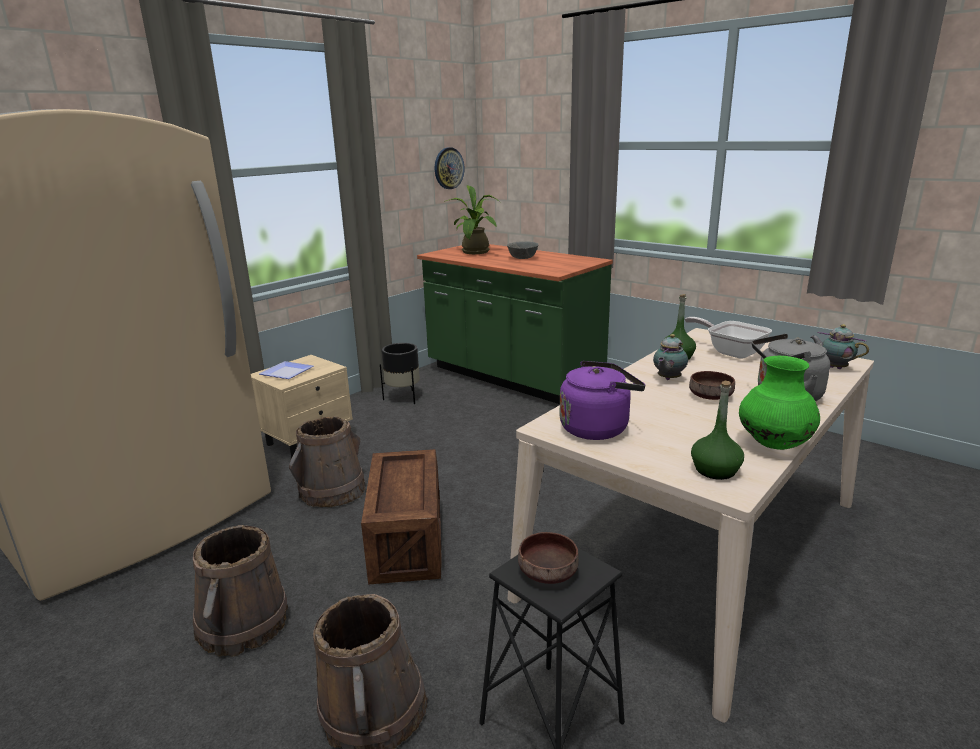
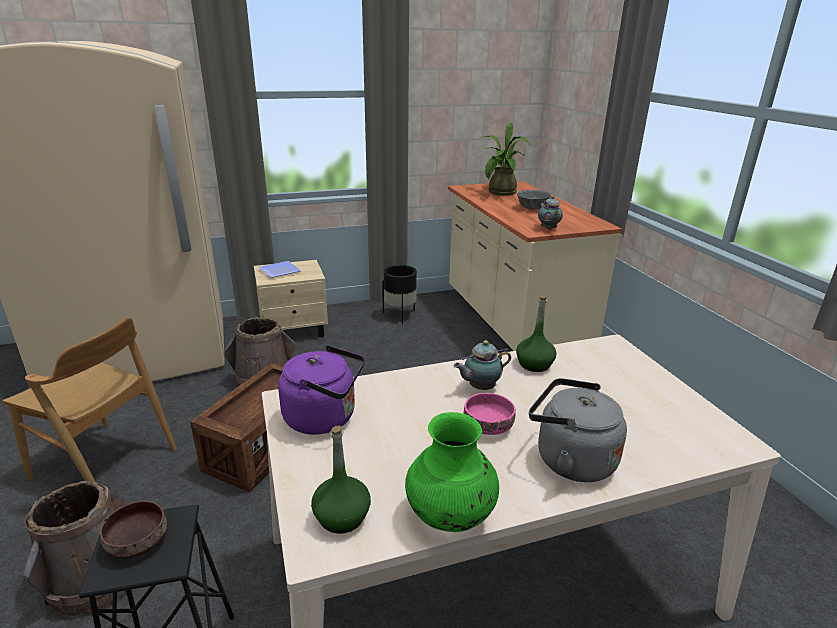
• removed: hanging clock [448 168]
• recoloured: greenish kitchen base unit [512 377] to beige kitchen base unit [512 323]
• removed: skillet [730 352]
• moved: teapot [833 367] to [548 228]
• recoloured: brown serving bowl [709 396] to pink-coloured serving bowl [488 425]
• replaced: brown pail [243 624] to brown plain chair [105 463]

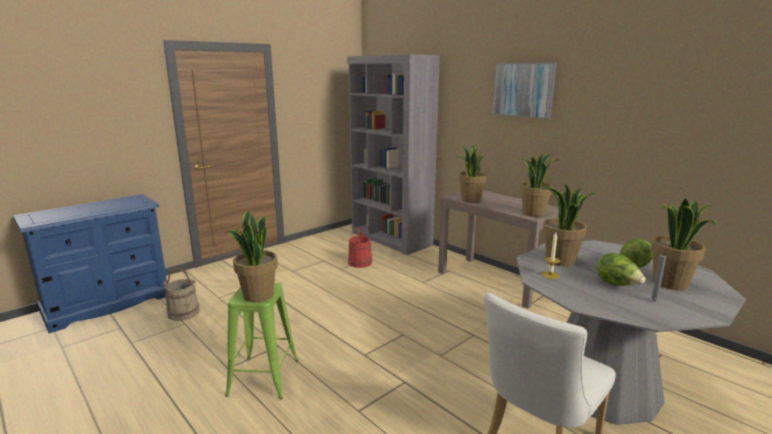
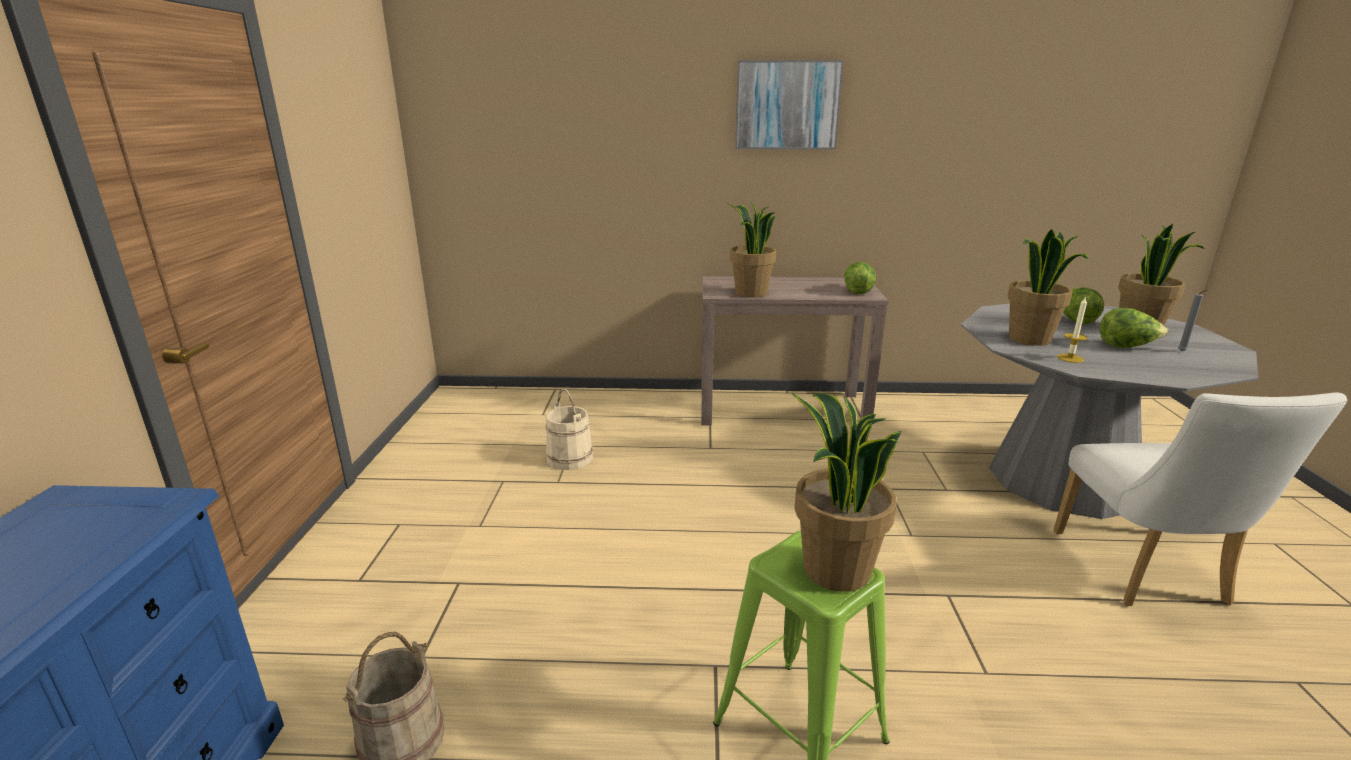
• removed: greyish bookcase [391 239]
• replaced: houseplant [533 213] to lettuce head [858 291]
• recoloured: red-coloured pail [360 262] to beige pail [570 458]

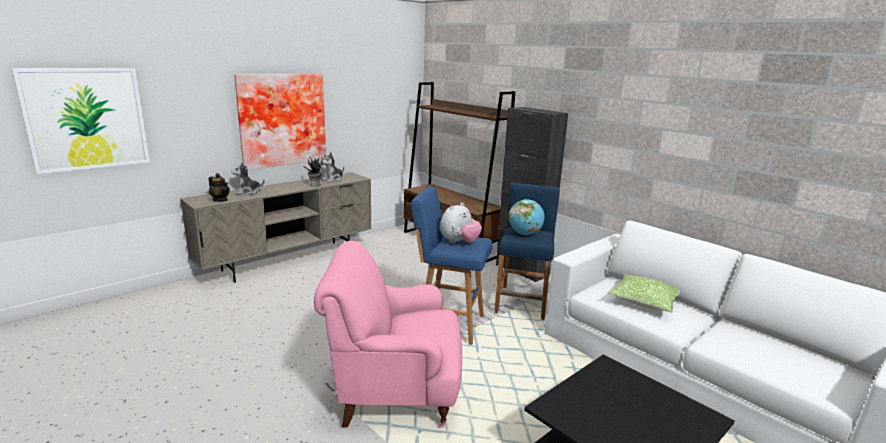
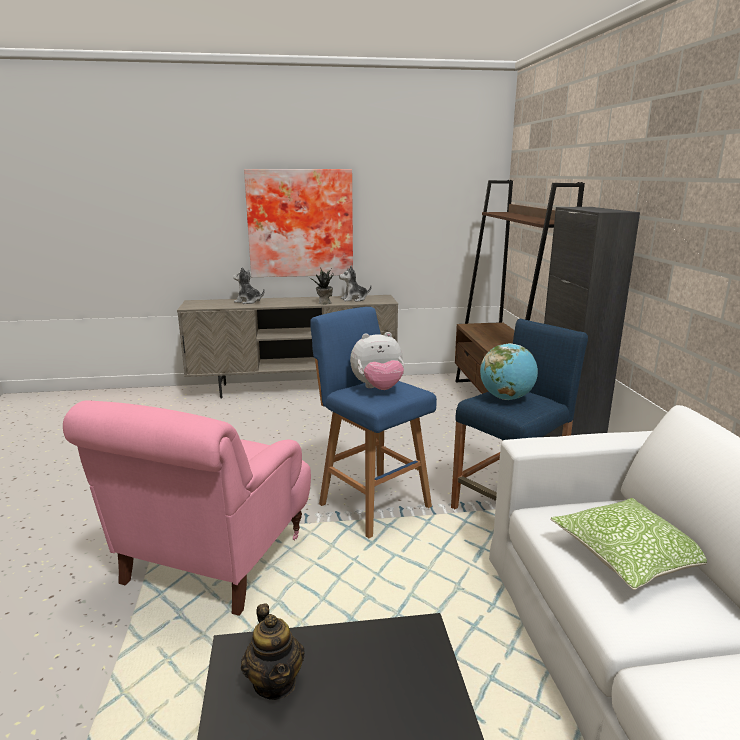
• removed: wall picture [86 119]
• moved: teapot [220 200] to [275 682]
• turned: pink-coloured armchair [394 393] = [212 561] 105 degrees counterclockwise

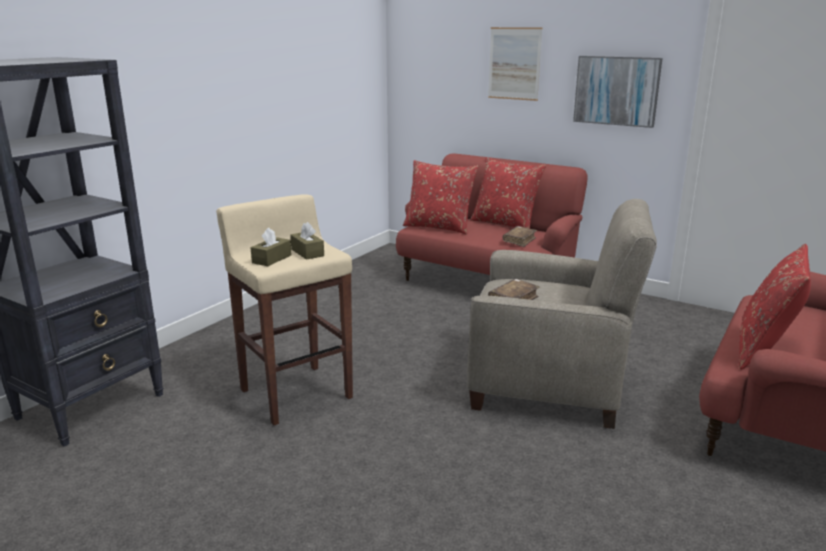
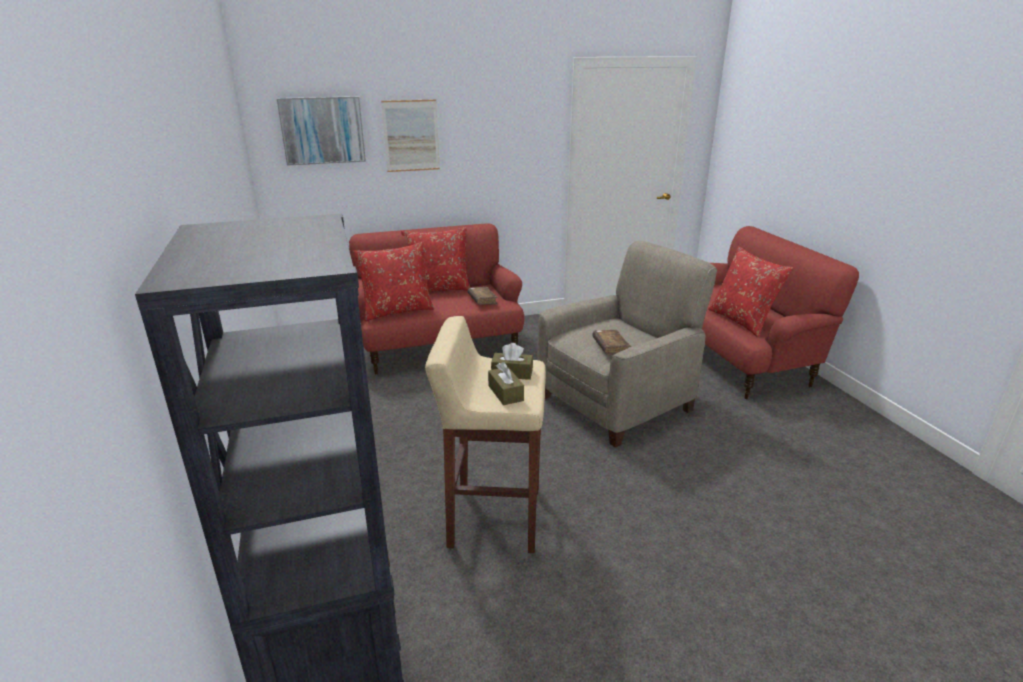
• moved: wall picture [616 90] to [322 130]

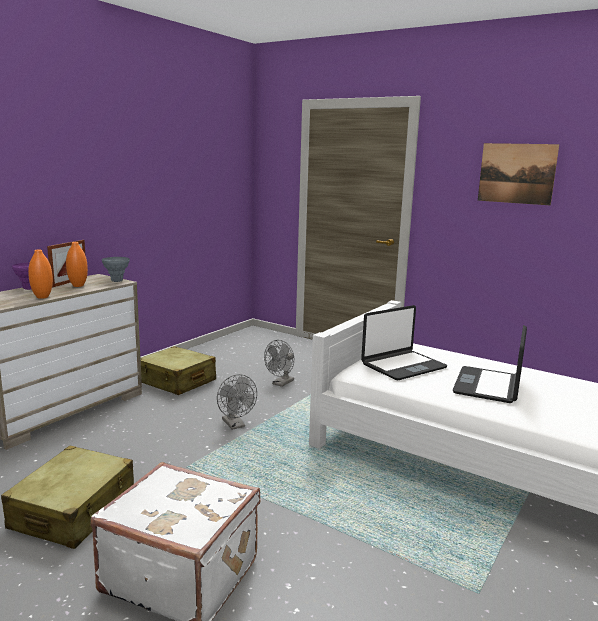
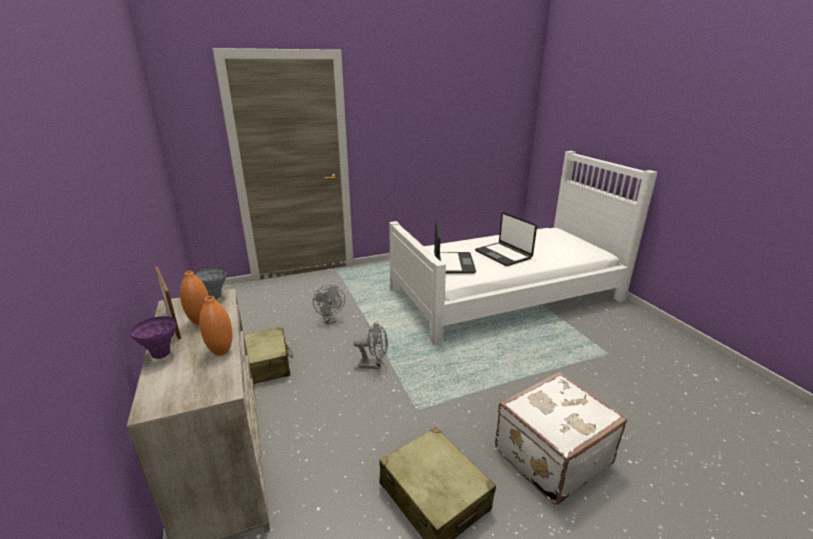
• removed: wall picture [516 173]

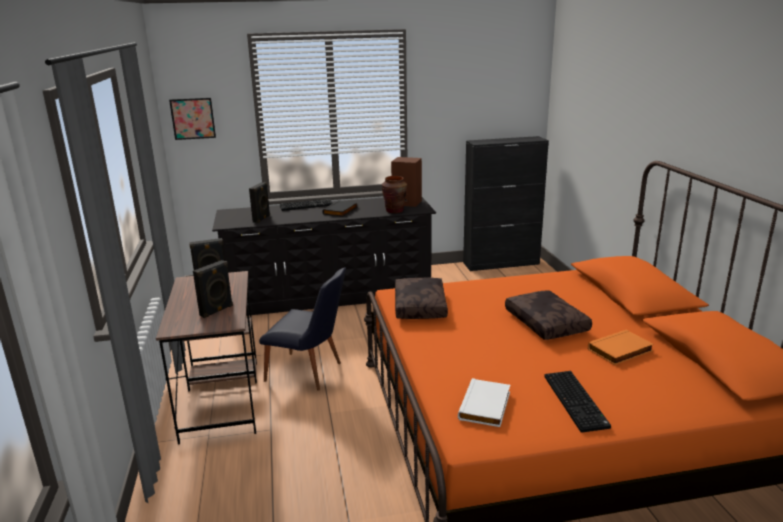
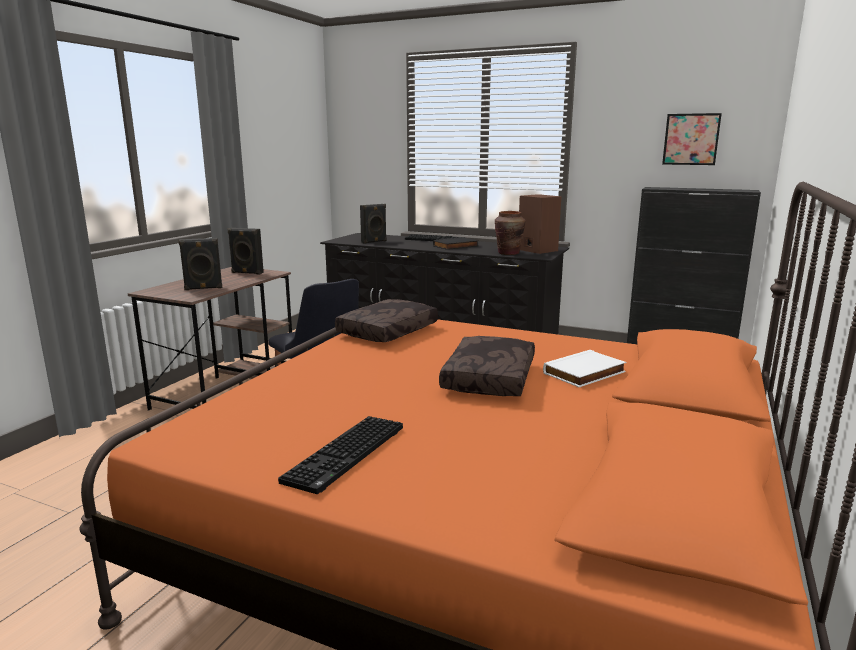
• moved: wall picture [193 118] to [691 139]
• removed: orangey volume [620 351]
• moved: white-coloured volume [486 406] to [585 373]

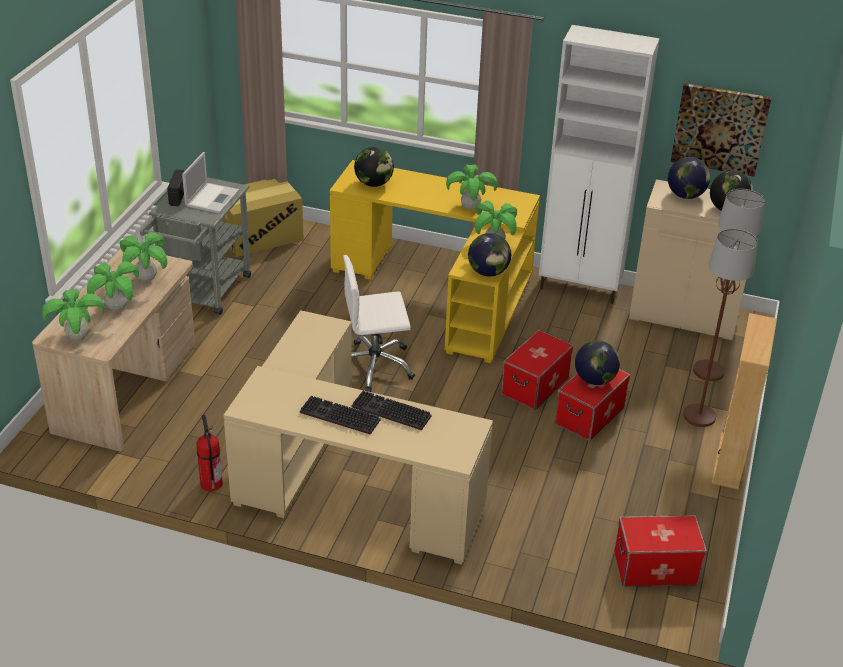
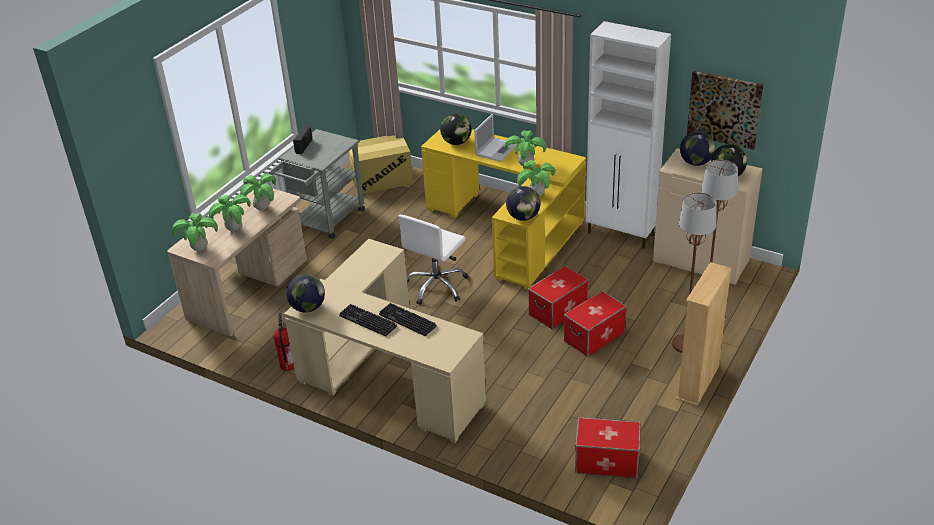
• moved: notebook computer [212 198] to [496 149]
• turned: white-coloured office chair [374 366] = [436 286] 60 degrees counterclockwise
• moved: desk globe [595 379] to [308 308]

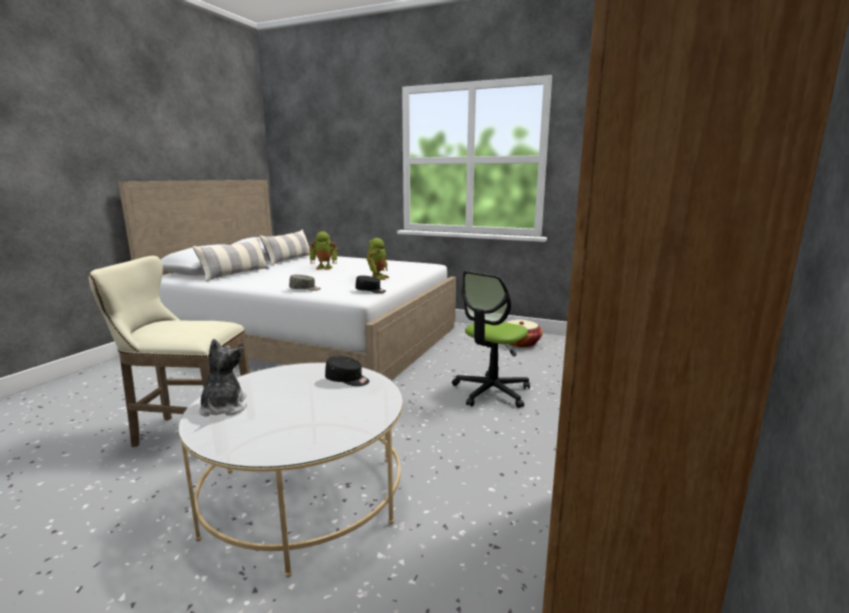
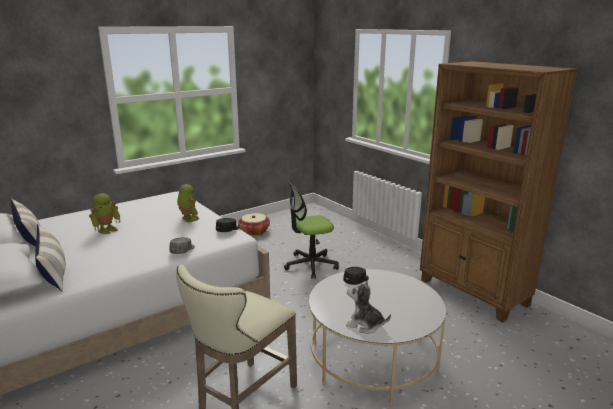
• turned: office chair [491 392] = [310 265] 90 degrees clockwise

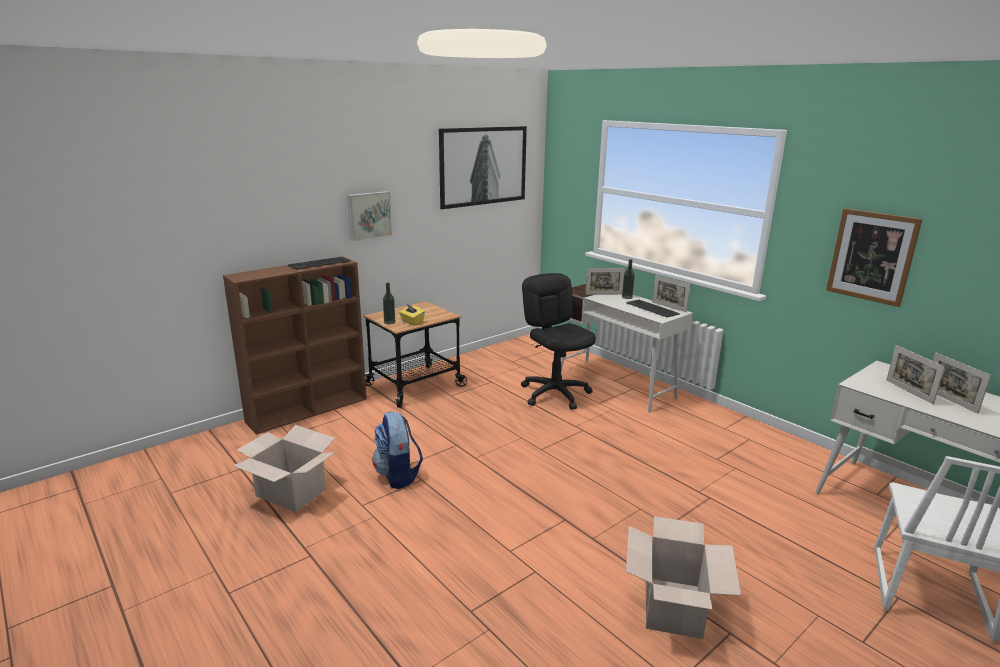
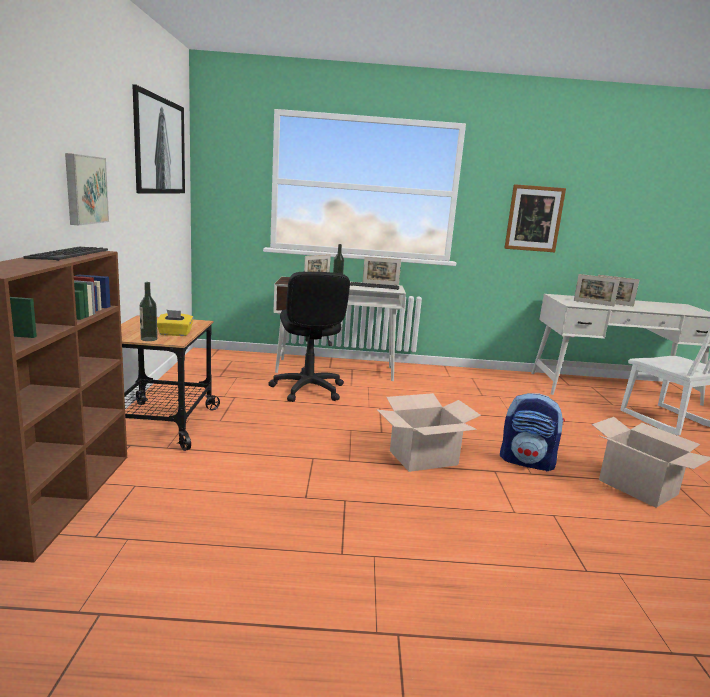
• turned: black-coloured office chair [555 394] = [307 389] 120 degrees counterclockwise
• moved: backpack [398 475] to [527 462]
• moved: carton [291 492] to [423 457]

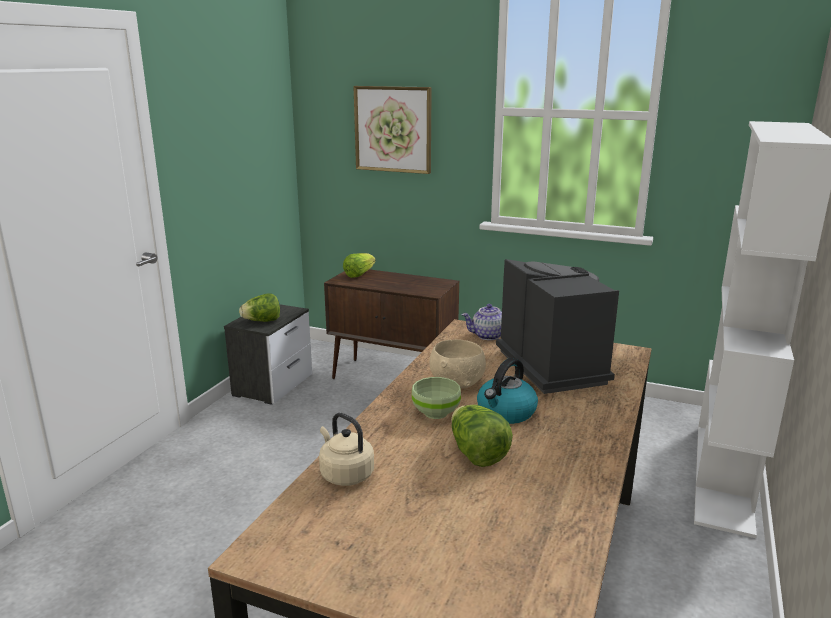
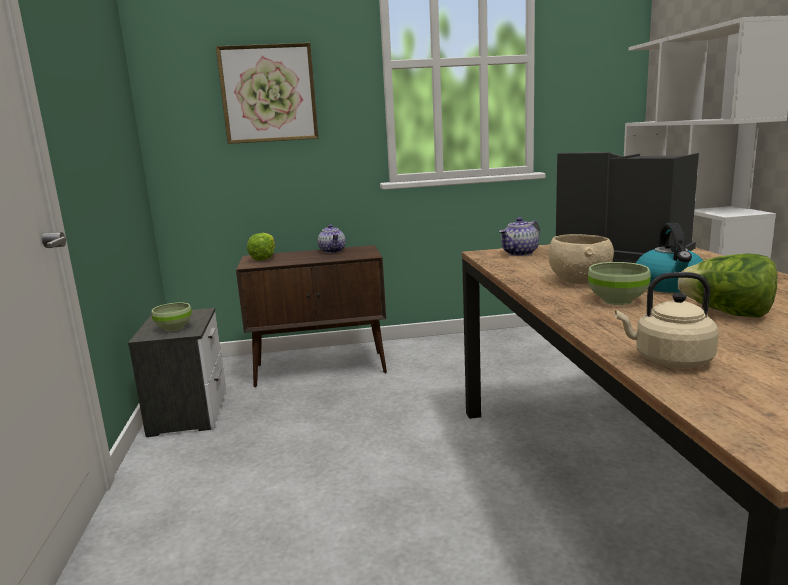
• replaced: lettuce head [262 321] to greenish serving bowl [175 328]
• added: teapot [333 251]

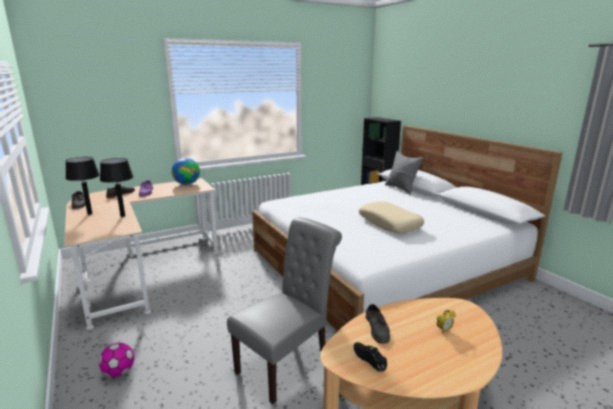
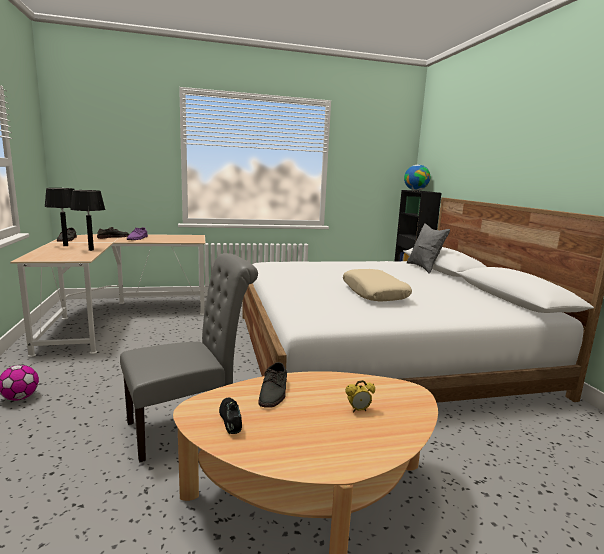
• moved: desk globe [187 184] to [415 190]

